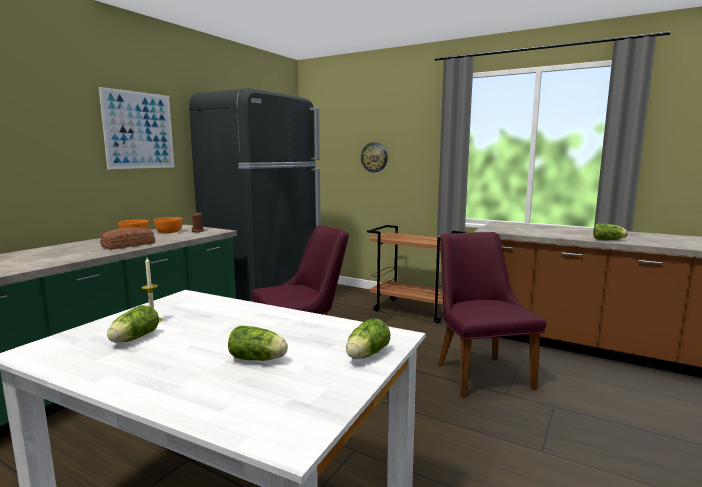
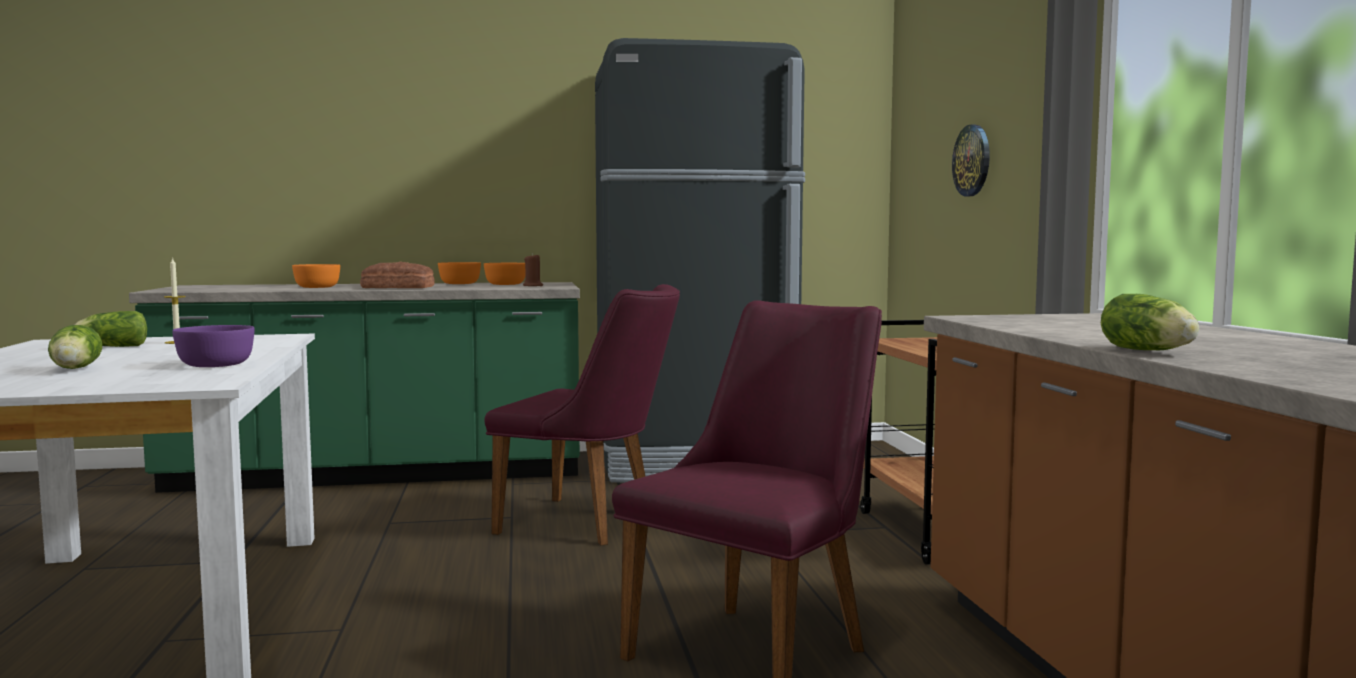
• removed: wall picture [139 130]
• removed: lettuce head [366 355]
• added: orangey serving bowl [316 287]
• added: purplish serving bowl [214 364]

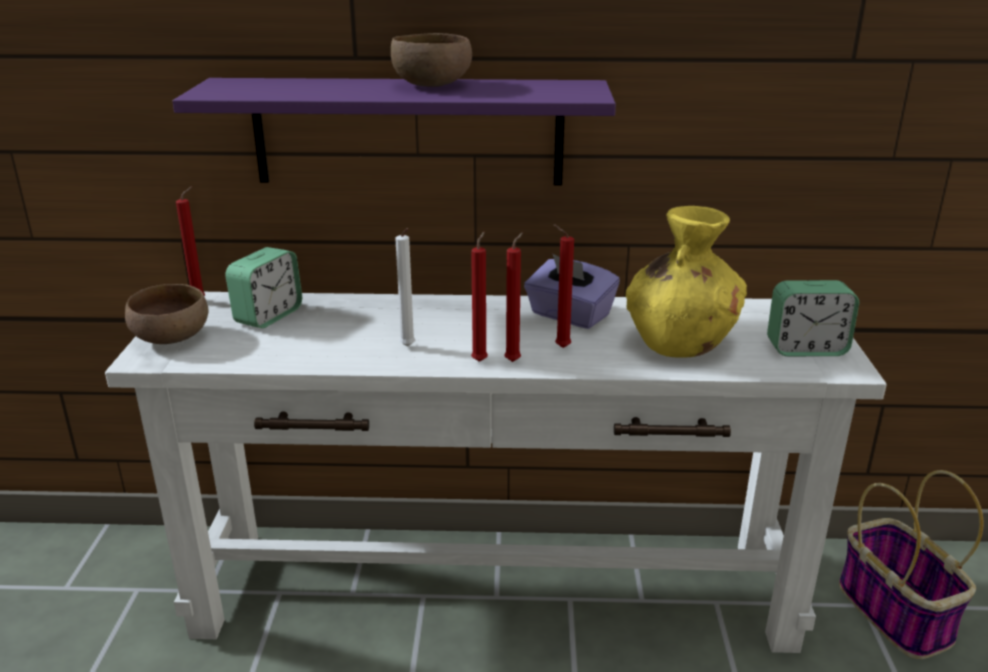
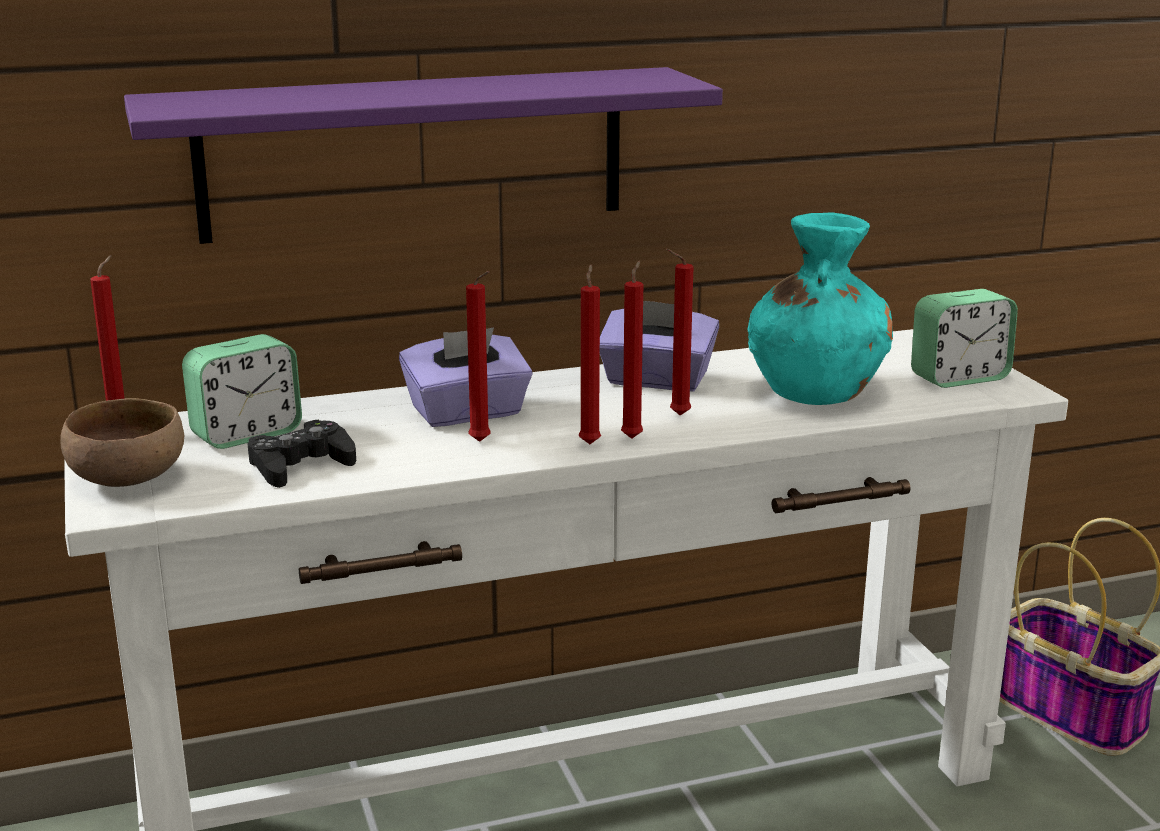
• removed: brown serving bowl [433 85]
• recoloured: yellowish flower vase [681 343] to blue-green flower vase [816 391]
• recoloured: white-coloured wax light [408 347] to red-coloured wax light [482 442]
• turned: table clock [268 316] = [246 434] 45 degrees clockwise
• added: purplish tissue box [467 413]
• added: black-coloured gamepad [300 465]

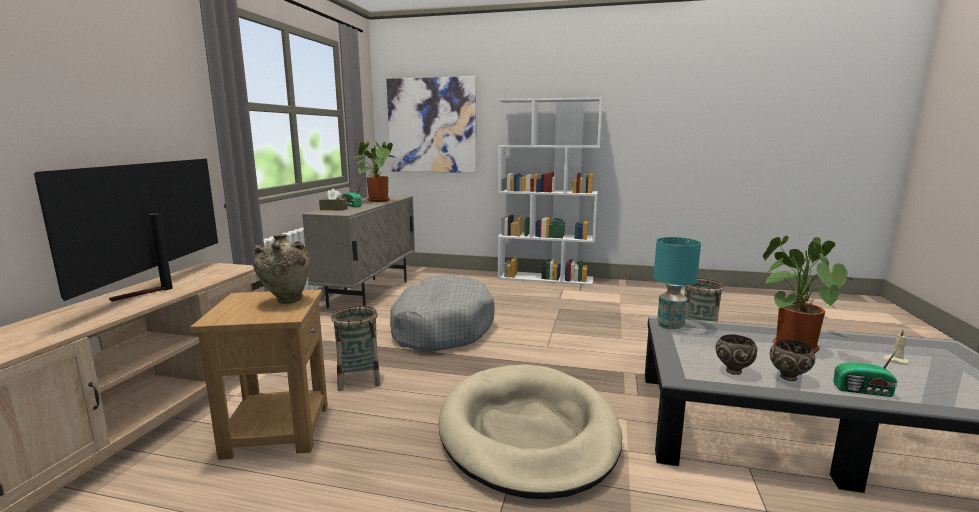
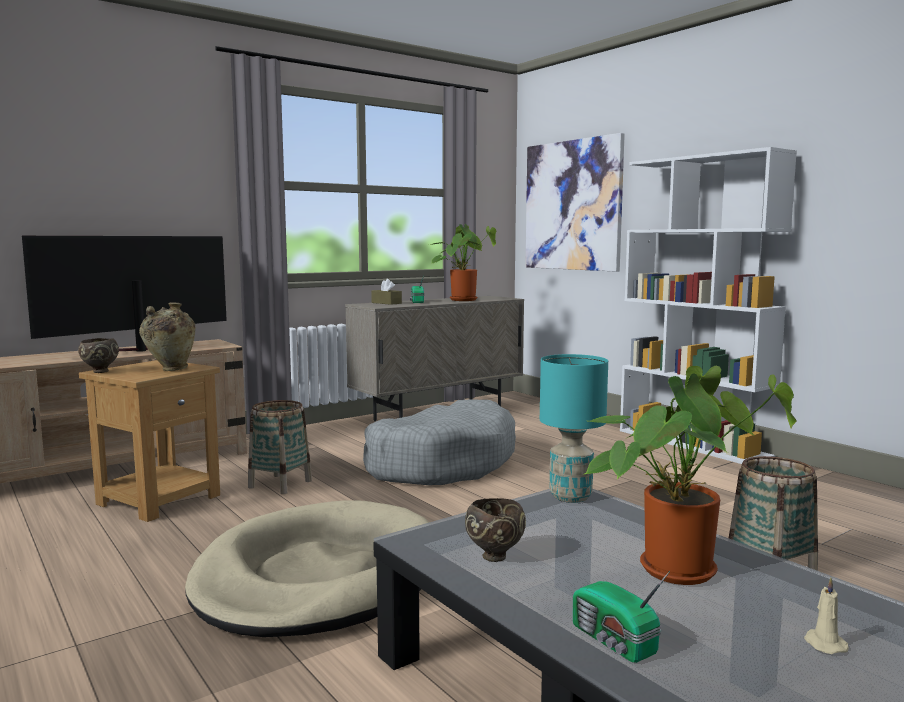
• moved: brown serving bowl [788 378] to [99 371]

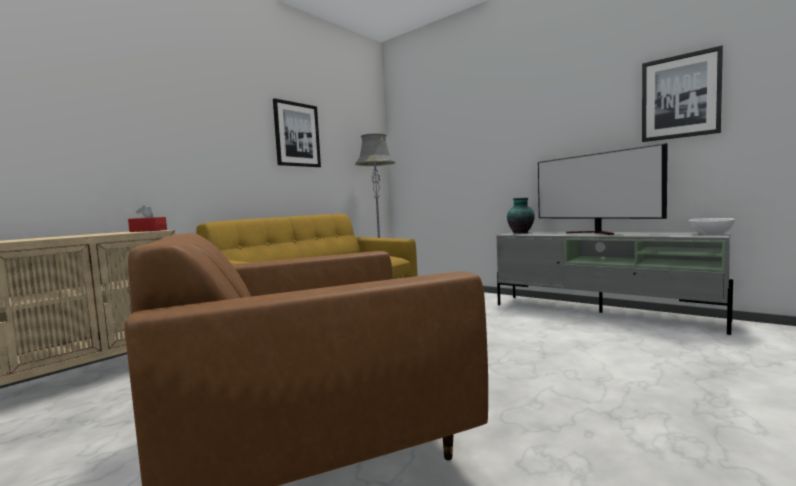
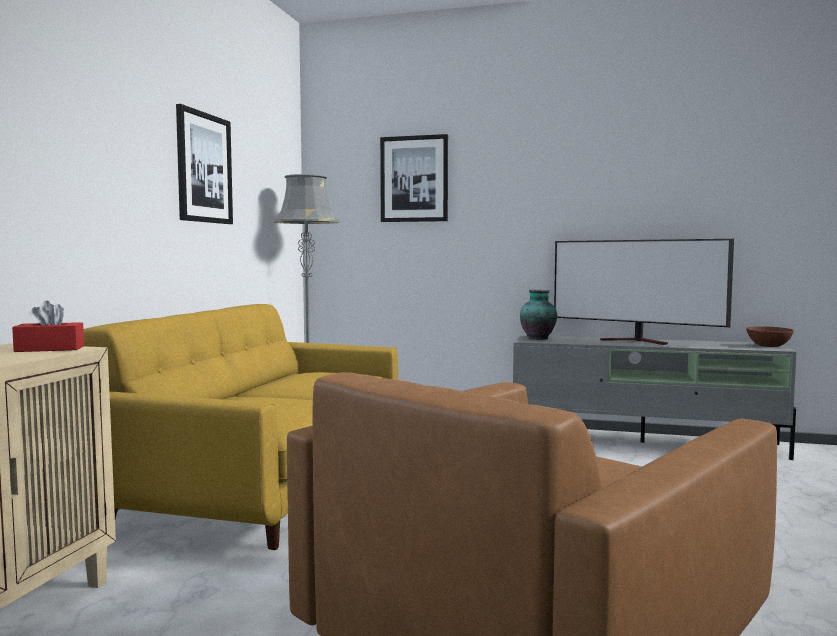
• moved: wall picture [680 97] to [414 179]
• recoloured: white-coloured serving bowl [711 234] to brown serving bowl [769 346]

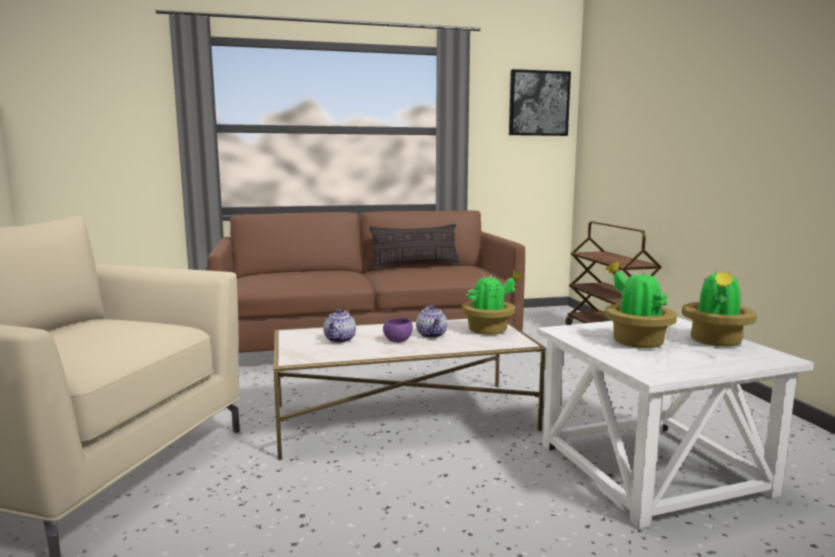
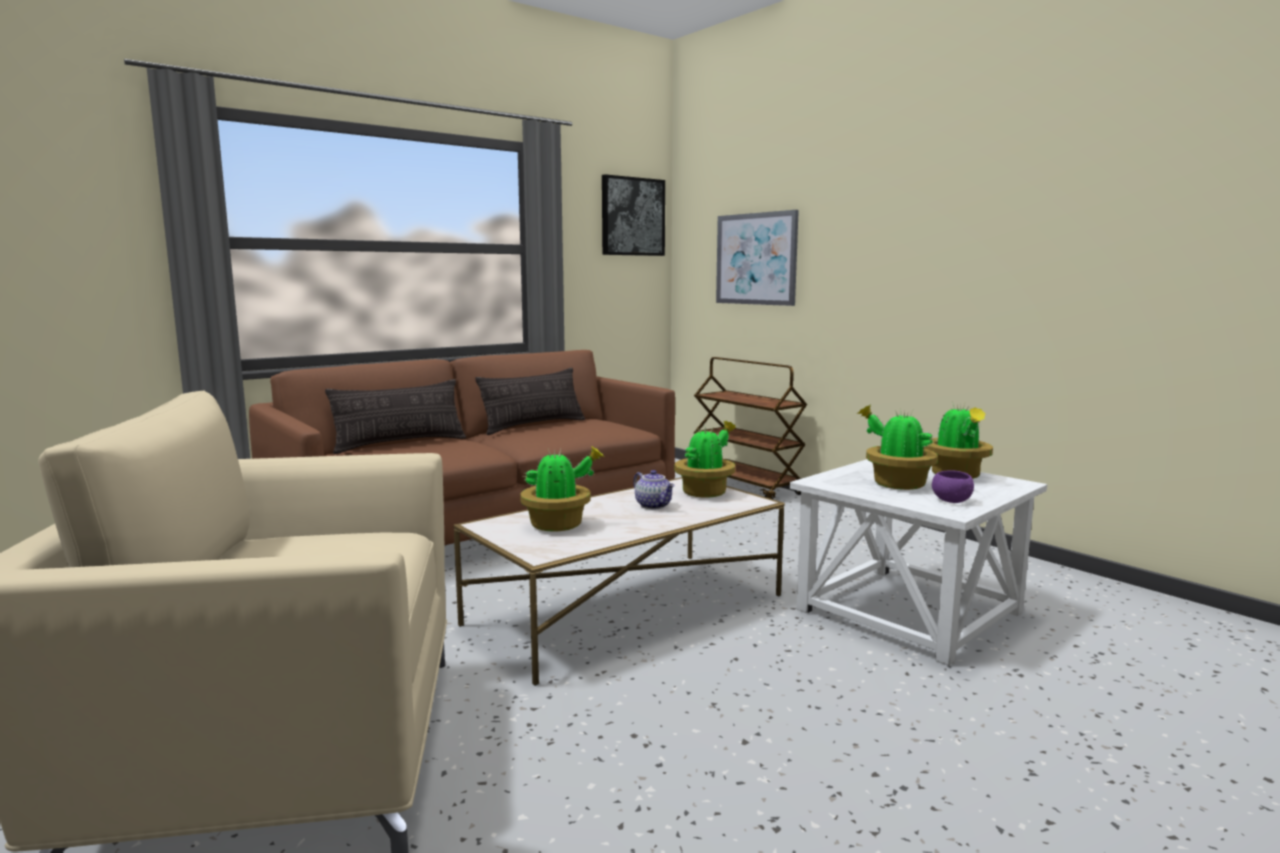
• replaced: teapot [340 340] to houseplant [559 525]
• moved: purplish serving bowl [397 341] to [951 501]
• added: wall picture [756 259]
• added: pillow [400 444]

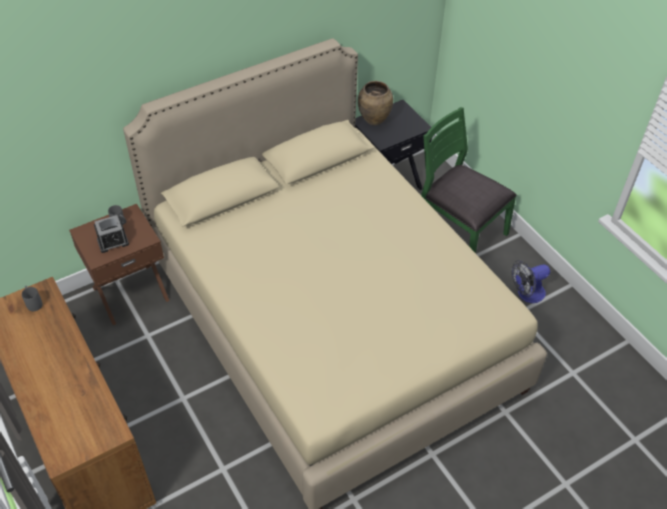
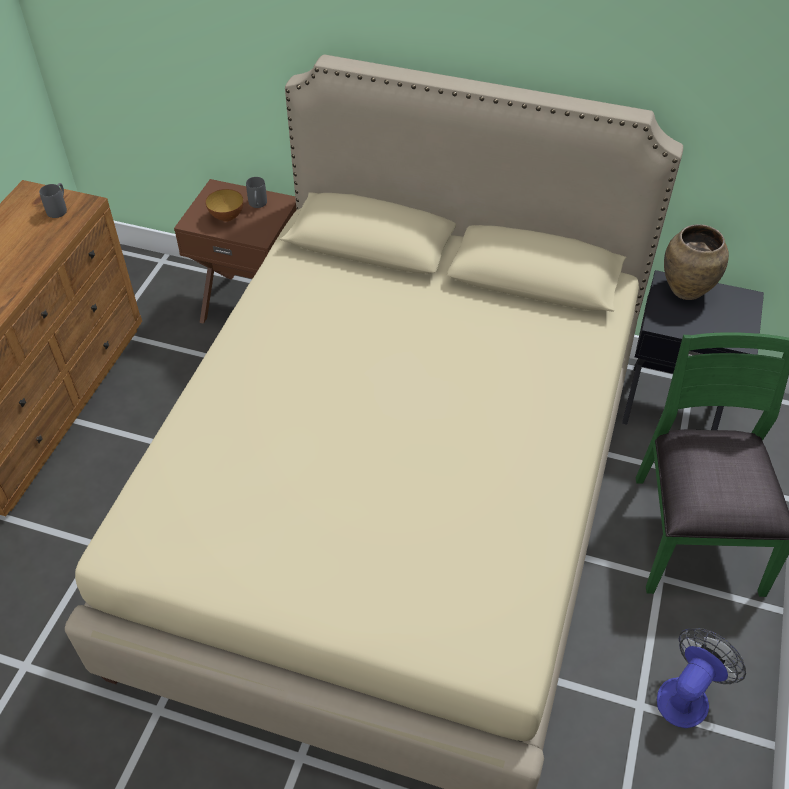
• replaced: table clock [113 242] to serving bowl [227 217]
• turned: electric fan [526 294] = [687 694] 105 degrees clockwise

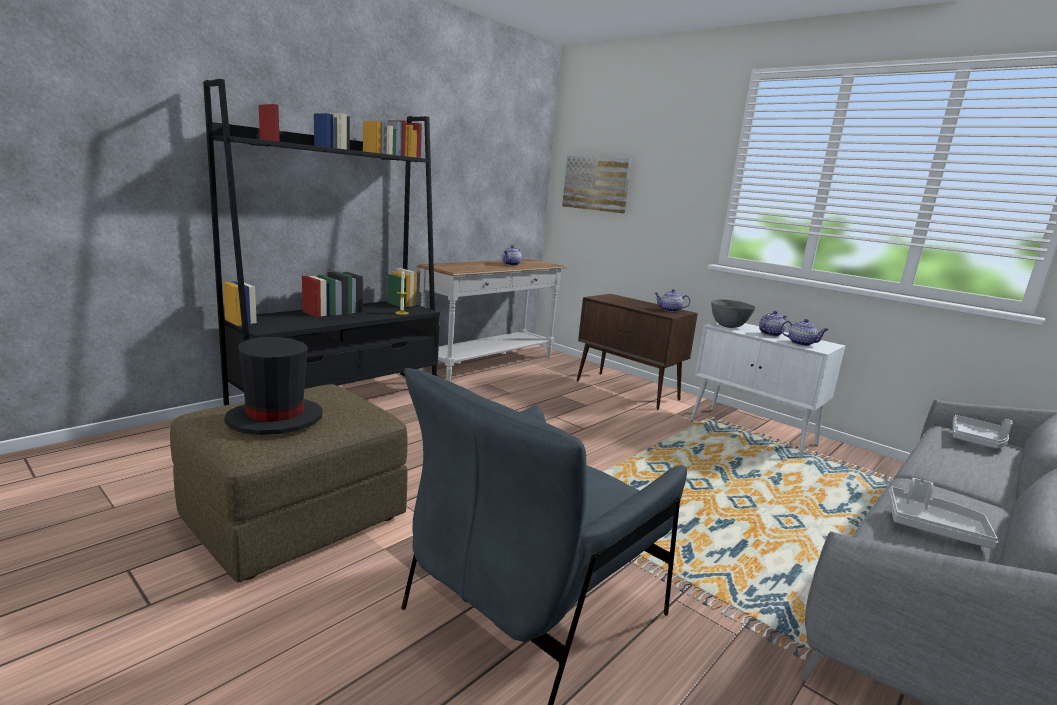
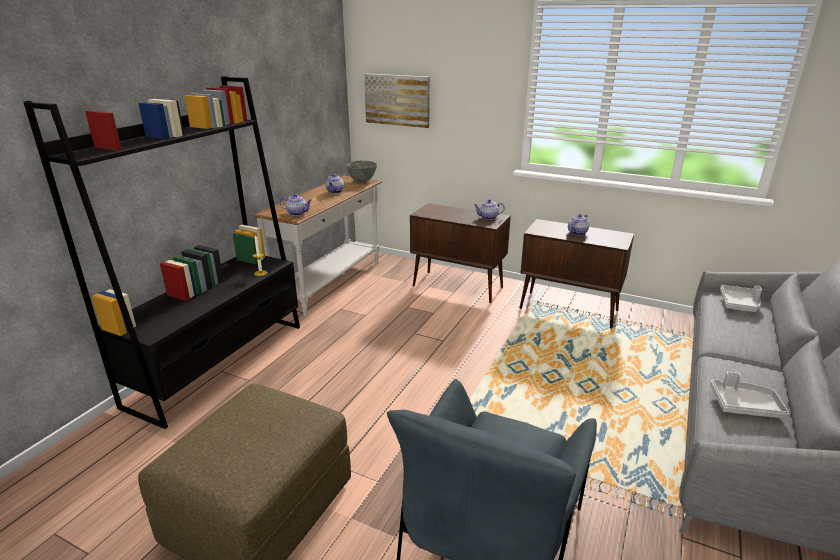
• moved: greyish serving bowl [728 326] to [362 181]
• moved: teapot [801 343] to [297 213]
• recoloured: white-coloured storage cabinet [753 432] to brown storage cabinet [569 309]
• removed: black-coloured hat [274 419]

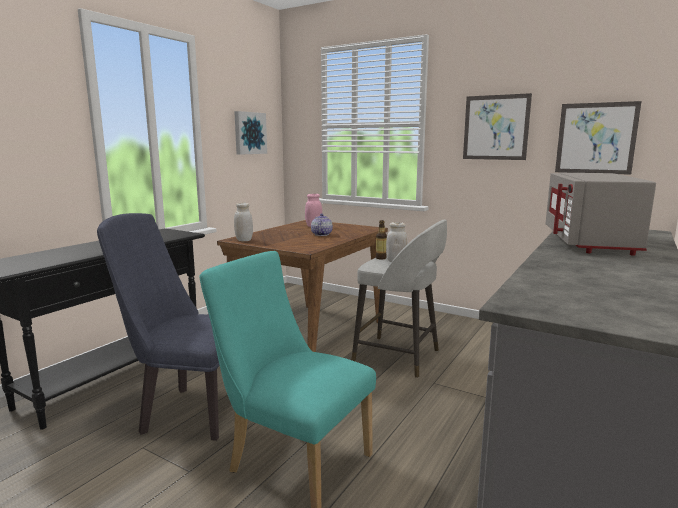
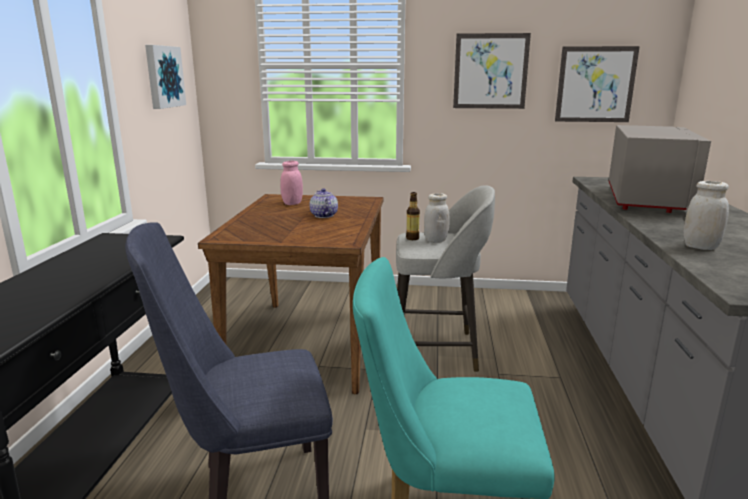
• turned: greyish microwave [589 242] = [645 200] 150 degrees counterclockwise
• moved: white-coloured preserve jar [244 240] to [700 247]

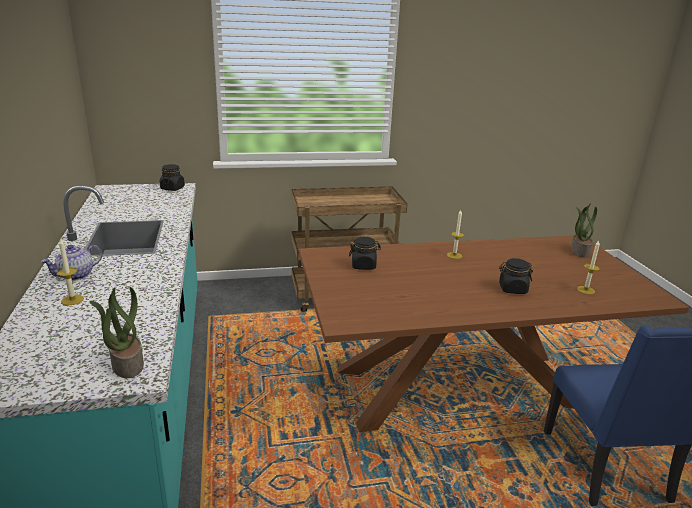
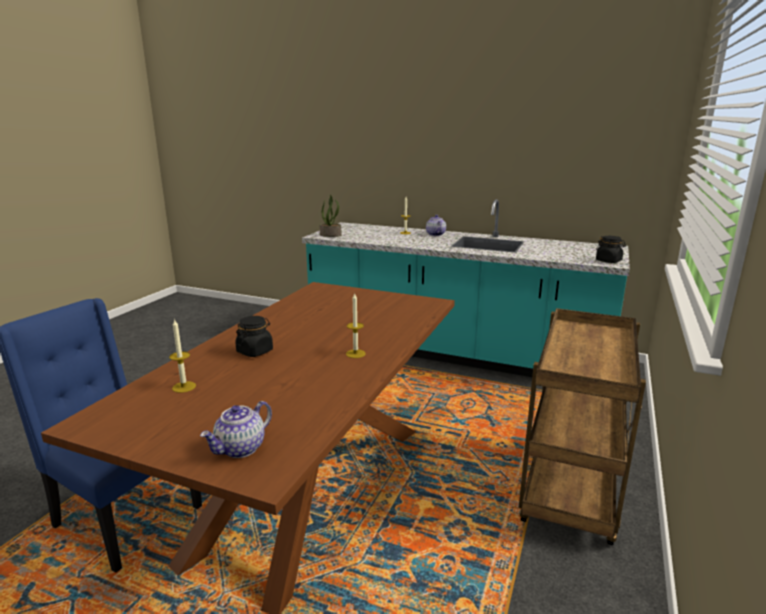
• replaced: houseplant [579 251] to teapot [240 449]
• removed: black-coloured preserve jar [364 265]

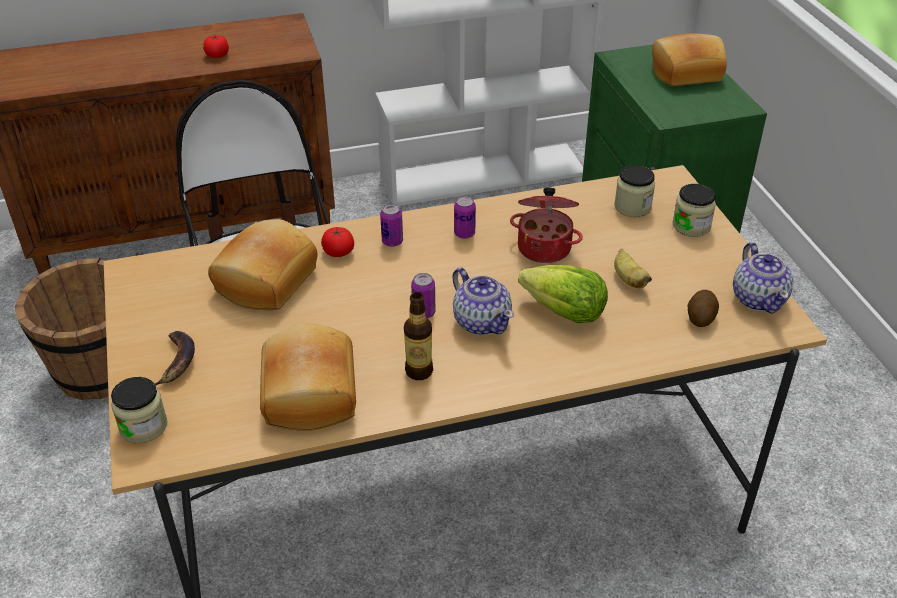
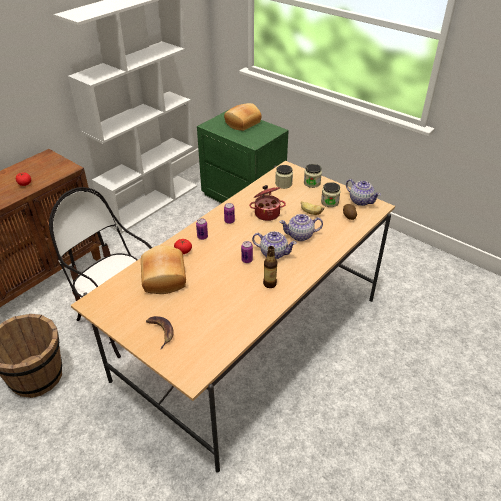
• replaced: lettuce head [564 313] to teapot [300 235]
• removed: bakery bread [307 394]
• moved: preserve jar [143 426] to [329 202]

